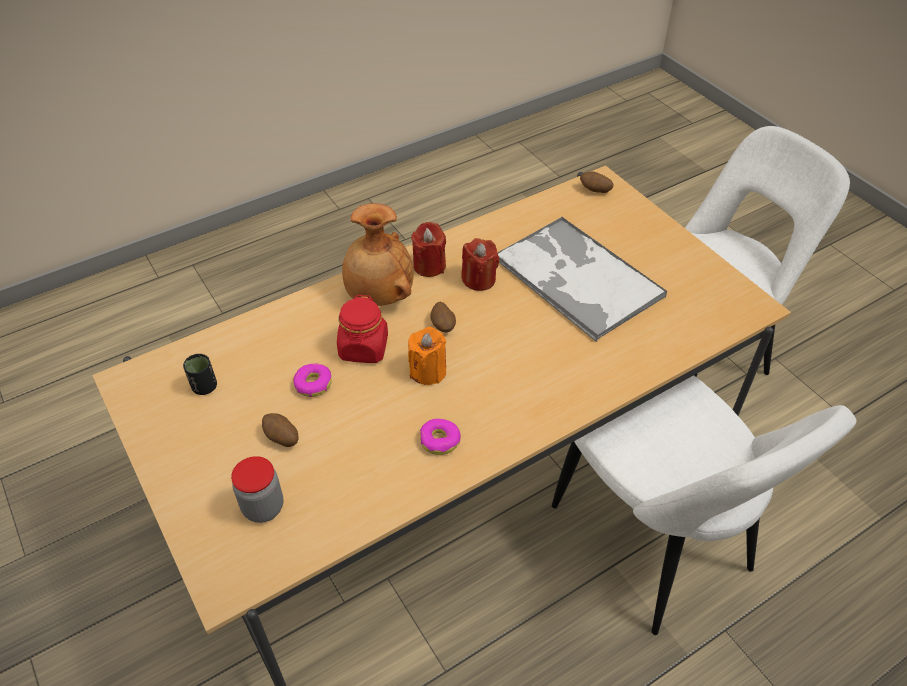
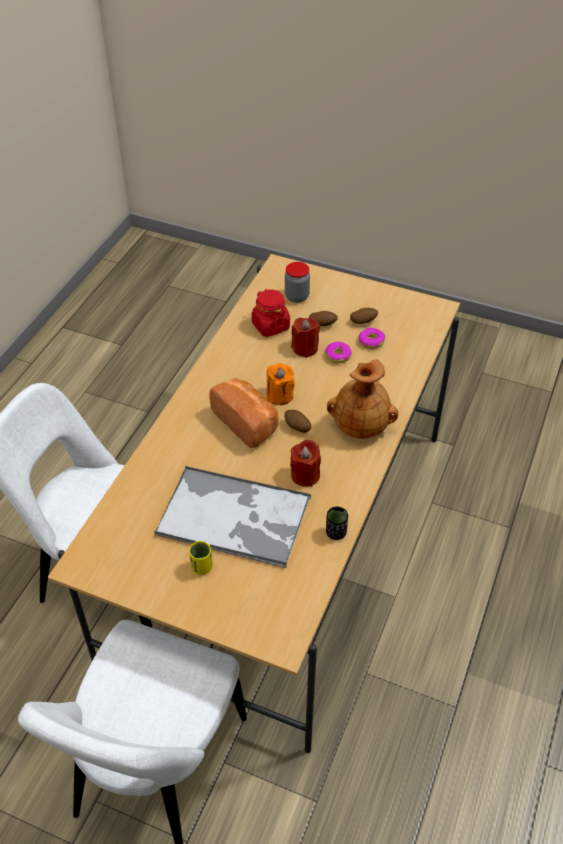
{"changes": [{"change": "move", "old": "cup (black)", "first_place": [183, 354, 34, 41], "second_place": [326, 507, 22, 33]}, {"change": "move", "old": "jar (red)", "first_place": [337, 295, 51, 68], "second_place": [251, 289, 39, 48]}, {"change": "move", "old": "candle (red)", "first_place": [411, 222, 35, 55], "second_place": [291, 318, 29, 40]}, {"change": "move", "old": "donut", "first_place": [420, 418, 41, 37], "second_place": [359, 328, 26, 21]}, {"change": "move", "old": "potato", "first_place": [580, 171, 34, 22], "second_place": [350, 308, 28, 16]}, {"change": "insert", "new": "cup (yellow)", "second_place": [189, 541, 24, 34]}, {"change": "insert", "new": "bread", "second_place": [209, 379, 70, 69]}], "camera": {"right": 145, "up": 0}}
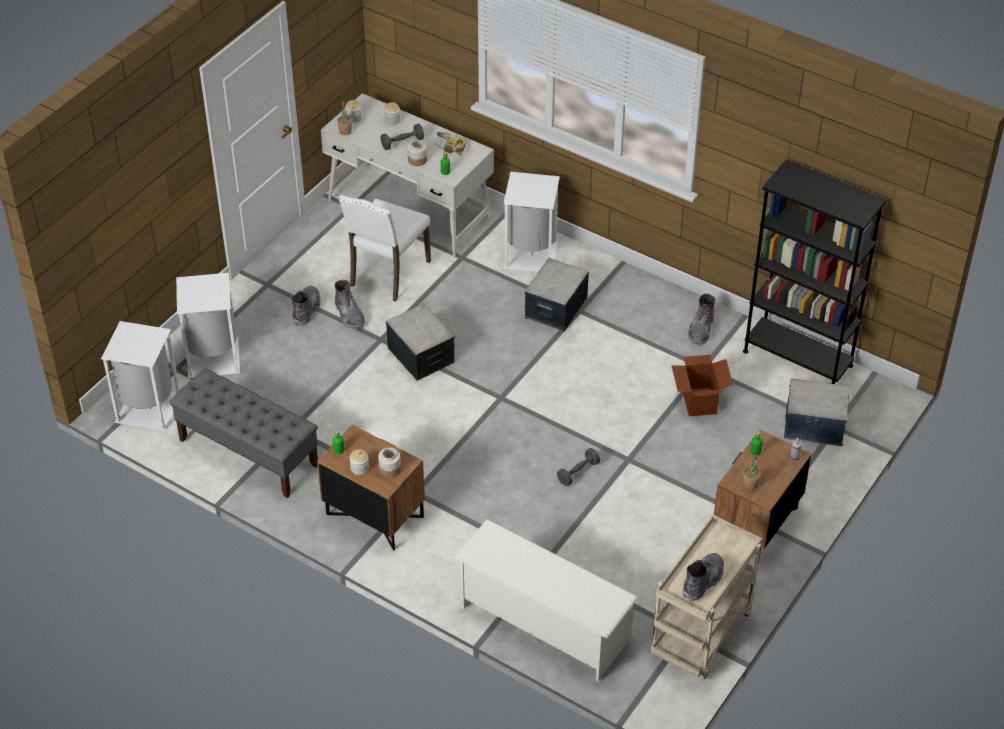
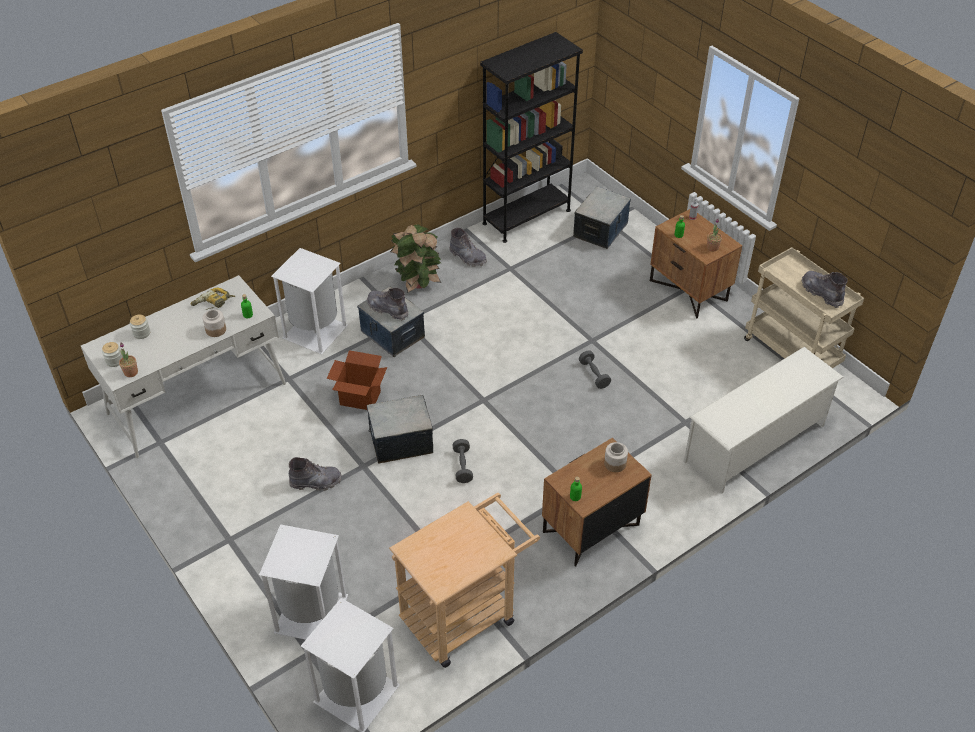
{"changes": [{"change": "replace", "old": "bench (grey)", "new": "cart (beige)", "first_place": [170, 368, 148, 130], "second_place": [389, 493, 151, 175]}, {"change": "move", "old": "boot (grey)", "first_place": [292, 286, 29, 40], "second_place": [367, 288, 42, 33]}, {"change": "delete", "old": "chair (white)", "first_place": [339, 195, 92, 107]}, {"change": "delete", "old": "jar", "first_place": [350, 449, 19, 26]}, {"change": "move", "old": "dumbbell (grey)", "first_place": [381, 124, 43, 26], "second_place": [453, 439, 20, 44]}, {"change": "move", "old": "cardboard box", "first_place": [671, 355, 62, 61], "second_place": [327, 350, 60, 60]}, {"change": "insert", "new": "potted plant", "second_place": [390, 224, 51, 69]}], "camera": {"right": -70, "up": 0}}
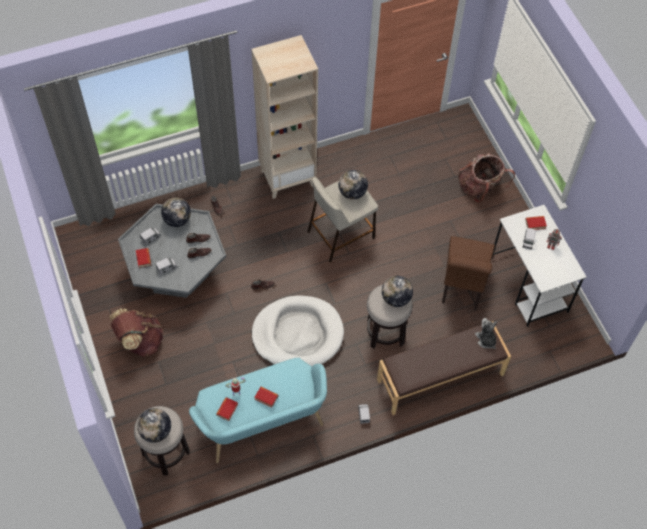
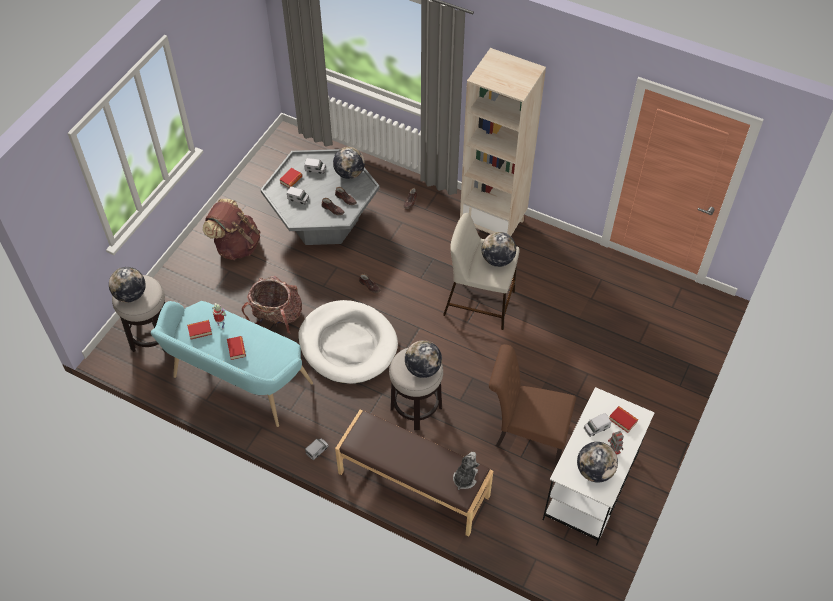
{"changes": [{"change": "rotate", "old": "chair (brown)", "first_place": [442, 236, 53, 74], "second_place": [489, 344, 87, 120], "degrees": 45}, {"change": "move", "old": "backpack", "first_place": [458, 154, 57, 48], "second_place": [242, 276, 60, 58]}, {"change": "insert", "new": "globe", "second_place": [577, 442, 41, 41]}], "camera": {"right": 50, "up": -5}}
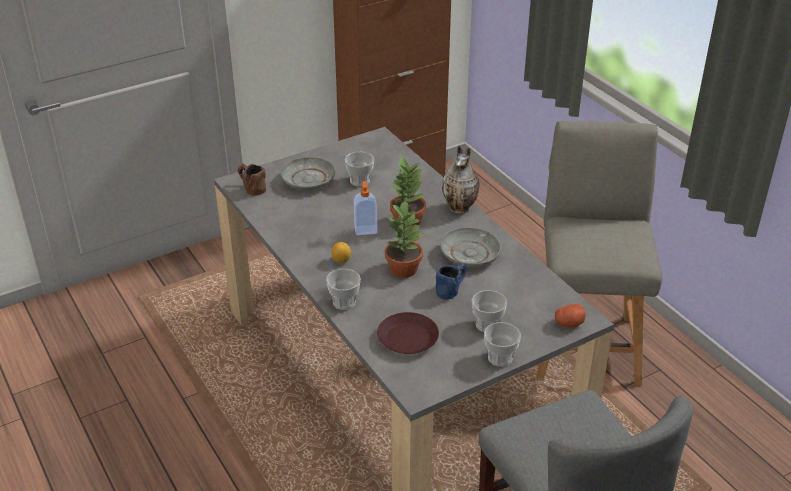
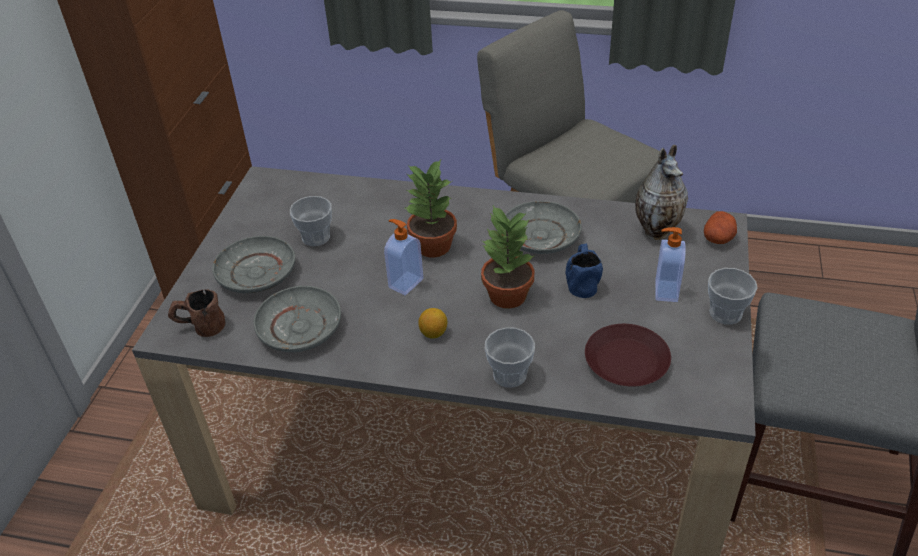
{"changes": [{"change": "move", "old": "vase", "first_place": [442, 145, 38, 69], "second_place": [635, 145, 53, 95]}, {"change": "replace", "old": "cup", "new": "soap dispenser", "first_place": [472, 290, 35, 42], "second_place": [655, 227, 31, 75]}, {"change": "insert", "new": "plate (grey)", "second_place": [253, 286, 88, 66]}], "camera": {"right": -45, "up": 5}}
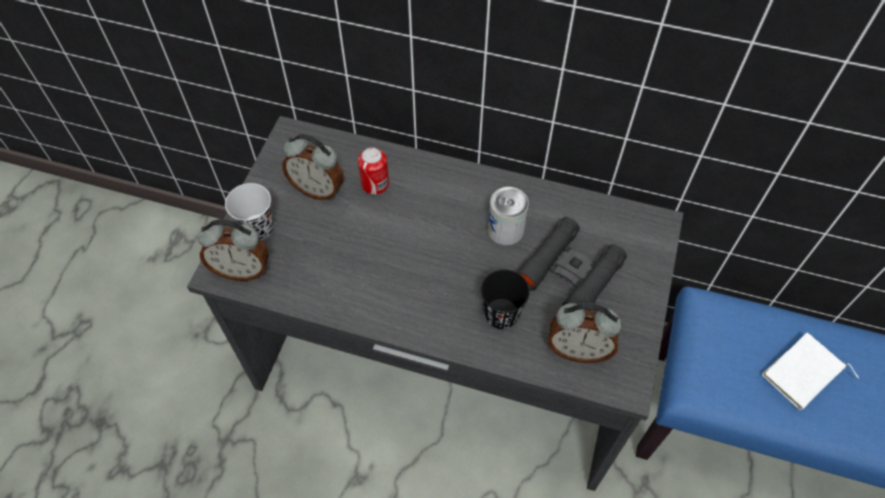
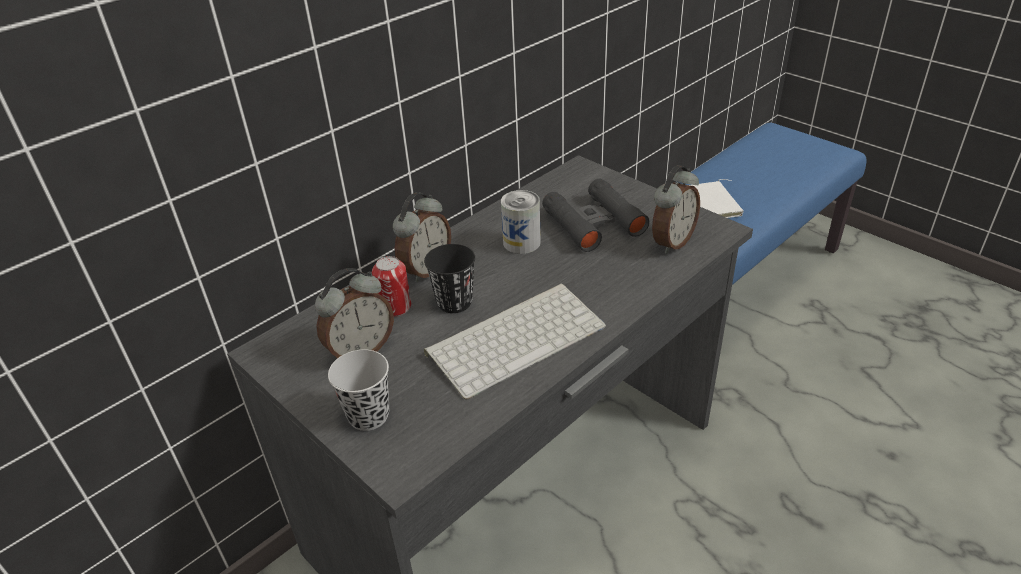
{"changes": [{"change": "move", "old": "alarm clock", "first_place": [198, 219, 71, 62], "second_place": [393, 192, 58, 91]}, {"change": "move", "old": "cup (black)", "first_place": [481, 269, 49, 60], "second_place": [424, 244, 51, 69]}, {"change": "insert", "new": "keyboard", "second_place": [424, 284, 182, 116]}], "camera": {"right": -60, "up": -20}}
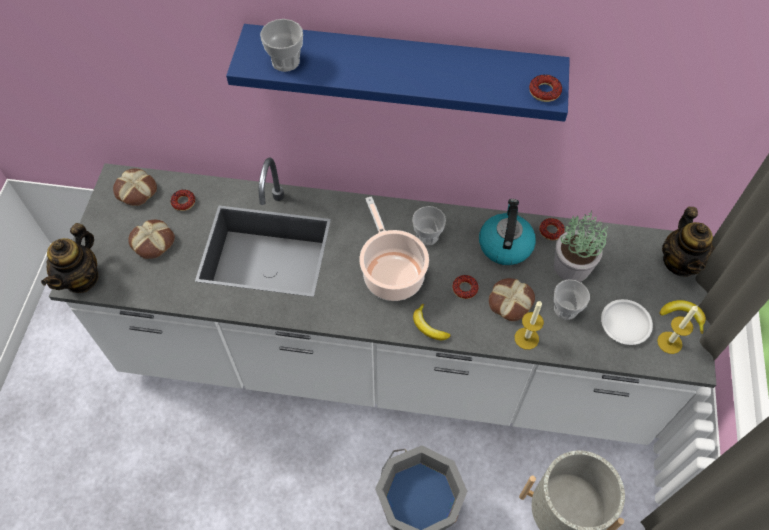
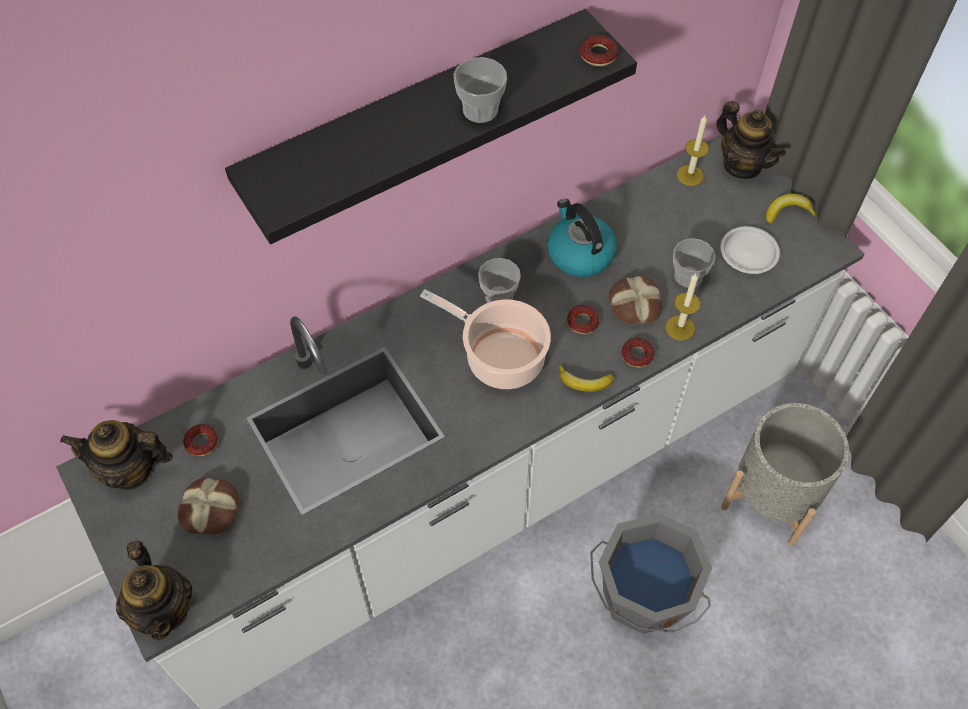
{"changes": [{"change": "replace", "old": "bread", "new": "teapot", "first_place": [113, 168, 44, 38], "second_place": [60, 420, 113, 70]}, {"change": "recolor", "old": "shelf (blue)", "new": "shelf (black)", "first_place": [226, 24, 344, 98], "second_place": [225, 9, 412, 235]}, {"change": "move", "old": "cup", "first_place": [260, 19, 43, 53], "second_place": [454, 57, 53, 66]}, {"change": "move", "old": "donut", "first_place": [539, 218, 26, 22], "second_place": [622, 338, 32, 30]}, {"change": "delete", "old": "potted plant", "first_place": [554, 210, 54, 72]}, {"change": "move", "old": "candle", "first_place": [657, 305, 41, 49], "second_place": [677, 115, 32, 71]}], "camera": {"right": -40, "up": 0}}
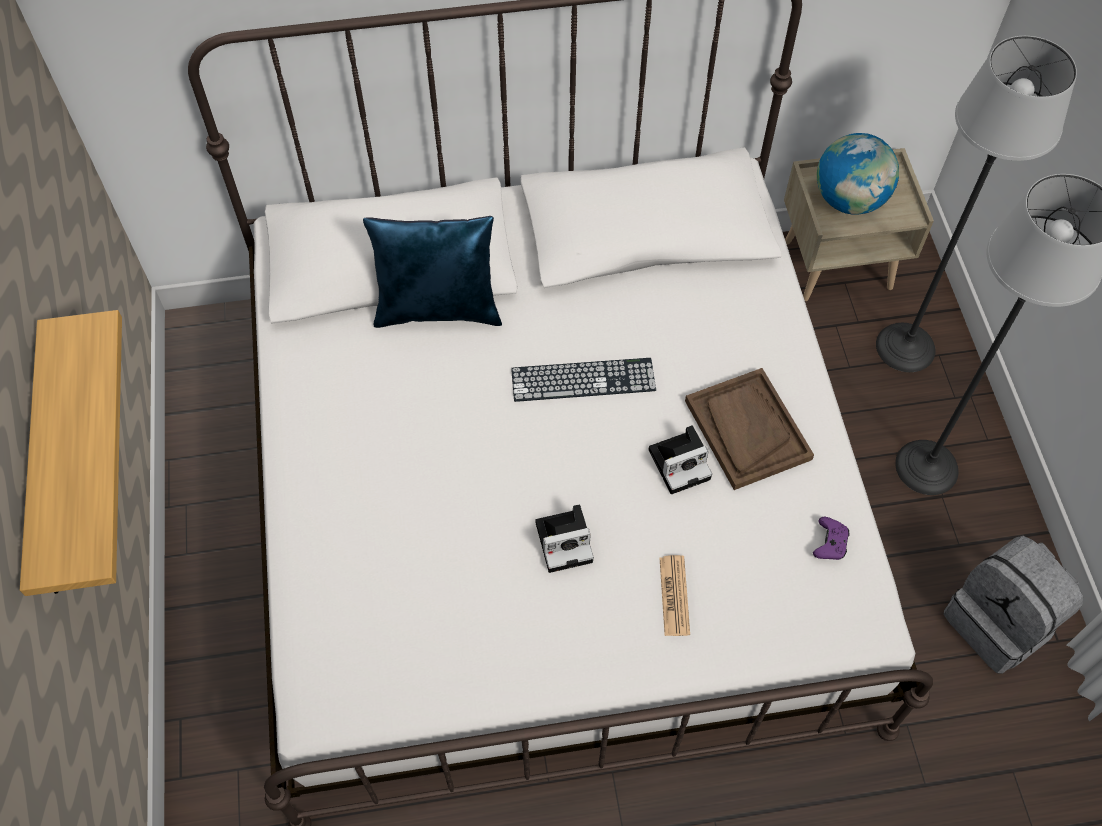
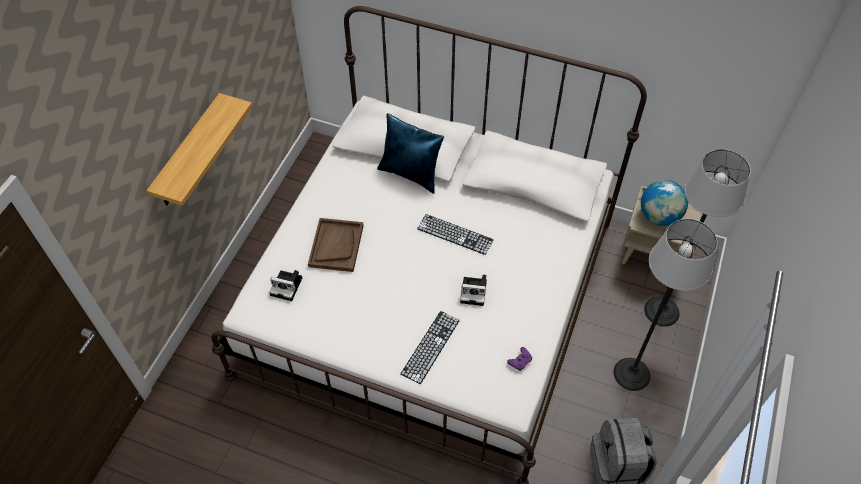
{"changes": [{"change": "move", "old": "photo camera", "first_place": [535, 504, 59, 69], "second_place": [269, 270, 33, 31]}, {"change": "replace", "old": "newspaper", "new": "keyboard", "first_place": [660, 555, 30, 81], "second_place": [401, 311, 59, 74]}, {"change": "move", "old": "tray (brown)", "first_place": [685, 368, 129, 122], "second_place": [308, 218, 56, 54]}], "camera": {"right": 30, "up": -5}}
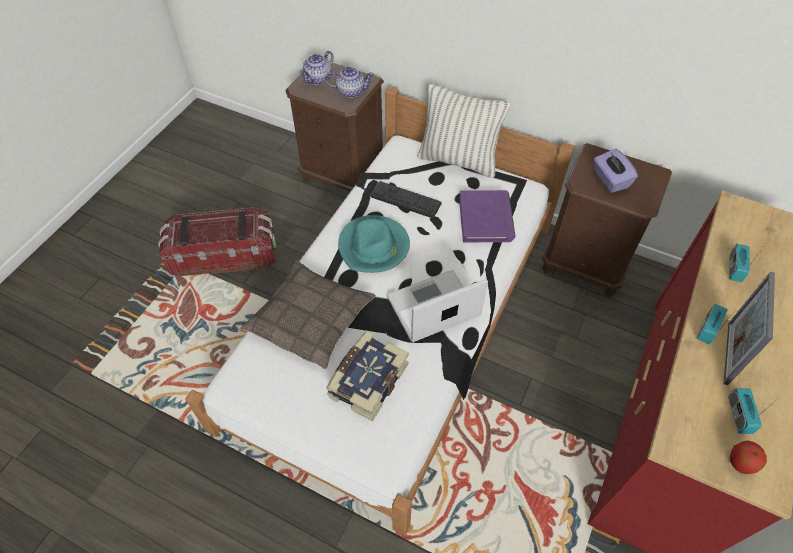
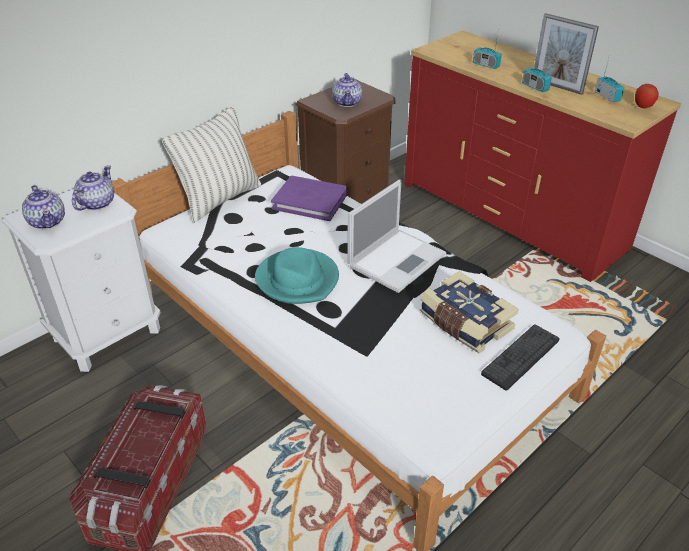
{"changes": [{"change": "delete", "old": "pillow", "first_place": [241, 260, 135, 110]}, {"change": "recolor", "old": "nightstand (brown)", "new": "nightstand (white)", "first_place": [286, 63, 98, 129], "second_place": [2, 189, 159, 183]}, {"change": "move", "old": "keyboard", "first_place": [371, 181, 71, 37], "second_place": [481, 324, 79, 67]}, {"change": "rotate", "old": "laptop", "first_place": [387, 270, 101, 72], "second_place": [348, 180, 98, 113], "degrees": -135}, {"change": "replace", "old": "tissue box (purple)", "new": "teapot", "first_place": [594, 148, 44, 45], "second_place": [332, 73, 30, 34]}, {"change": "rotate", "old": "radio", "first_place": [728, 388, 47, 46], "second_place": [595, 54, 29, 49], "degrees": -135}], "camera": {"right": -70, "up": -15}}
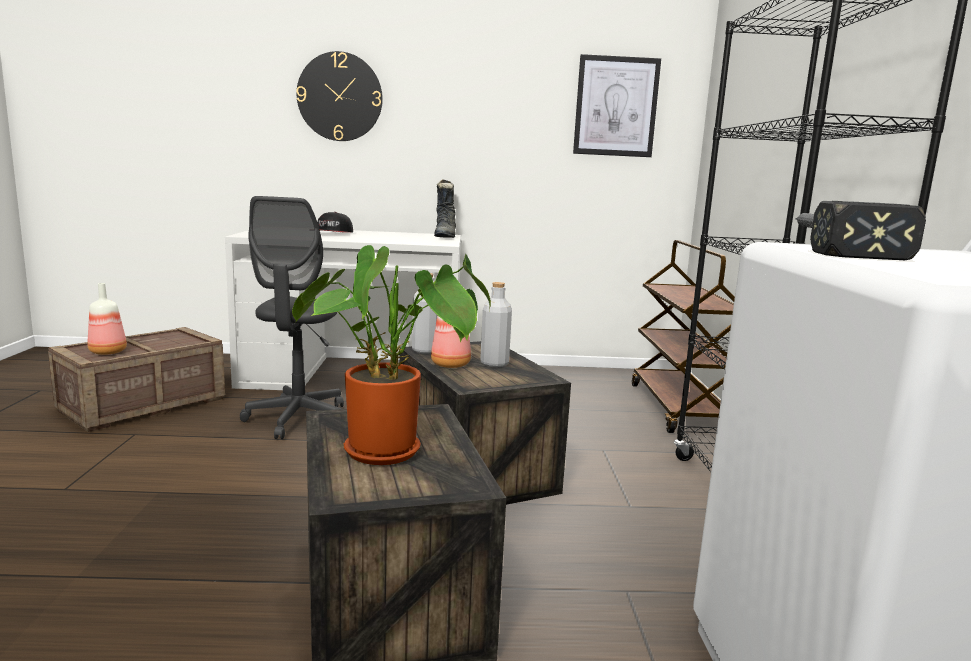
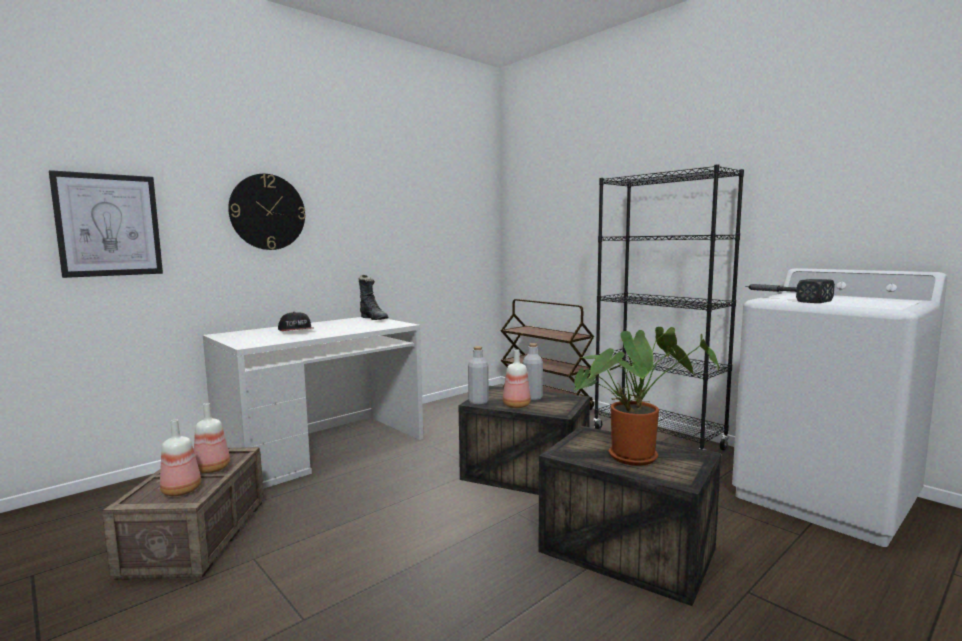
{"changes": [{"change": "delete", "old": "office chair (grey)", "first_place": [240, 196, 104, 243]}, {"change": "move", "old": "picture", "first_place": [573, 54, 88, 103], "second_place": [49, 170, 114, 108]}, {"change": "insert", "new": "bottle", "second_place": [194, 403, 36, 70]}], "camera": {"right": -40, "up": -5}}
